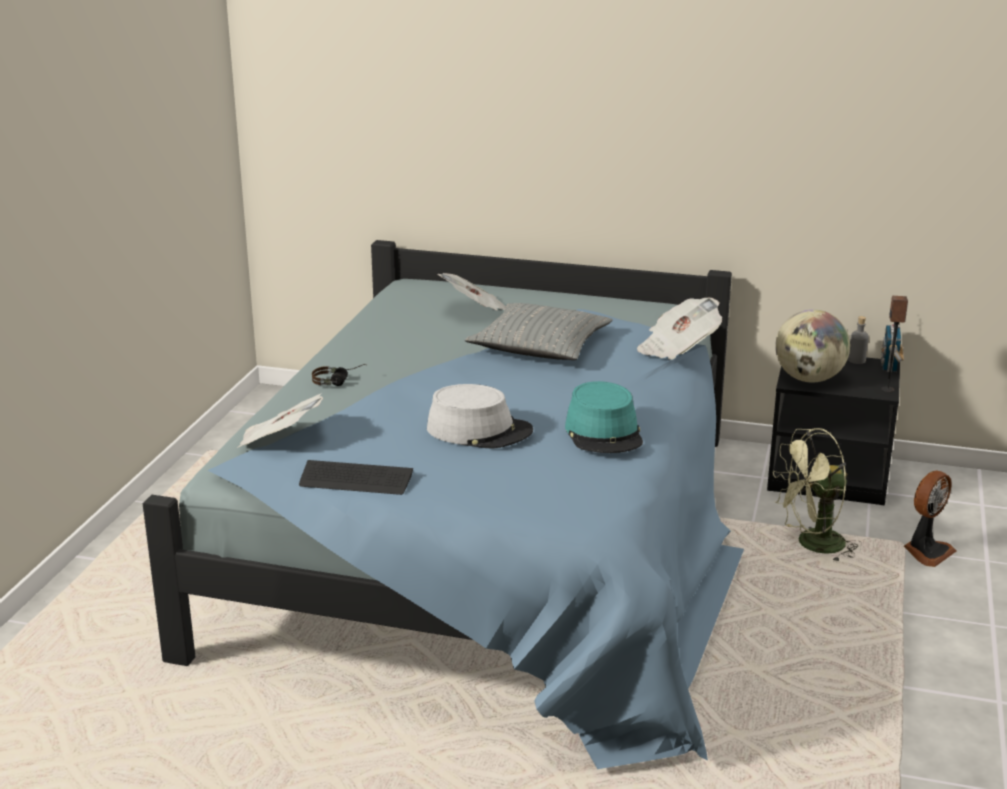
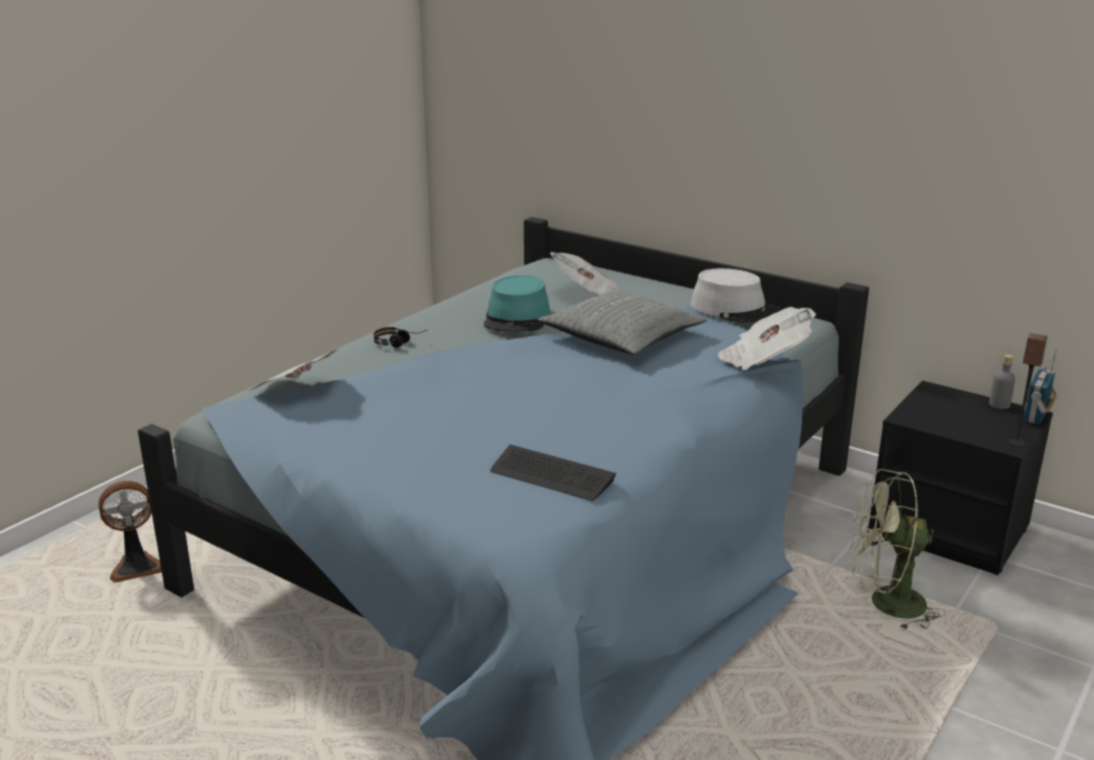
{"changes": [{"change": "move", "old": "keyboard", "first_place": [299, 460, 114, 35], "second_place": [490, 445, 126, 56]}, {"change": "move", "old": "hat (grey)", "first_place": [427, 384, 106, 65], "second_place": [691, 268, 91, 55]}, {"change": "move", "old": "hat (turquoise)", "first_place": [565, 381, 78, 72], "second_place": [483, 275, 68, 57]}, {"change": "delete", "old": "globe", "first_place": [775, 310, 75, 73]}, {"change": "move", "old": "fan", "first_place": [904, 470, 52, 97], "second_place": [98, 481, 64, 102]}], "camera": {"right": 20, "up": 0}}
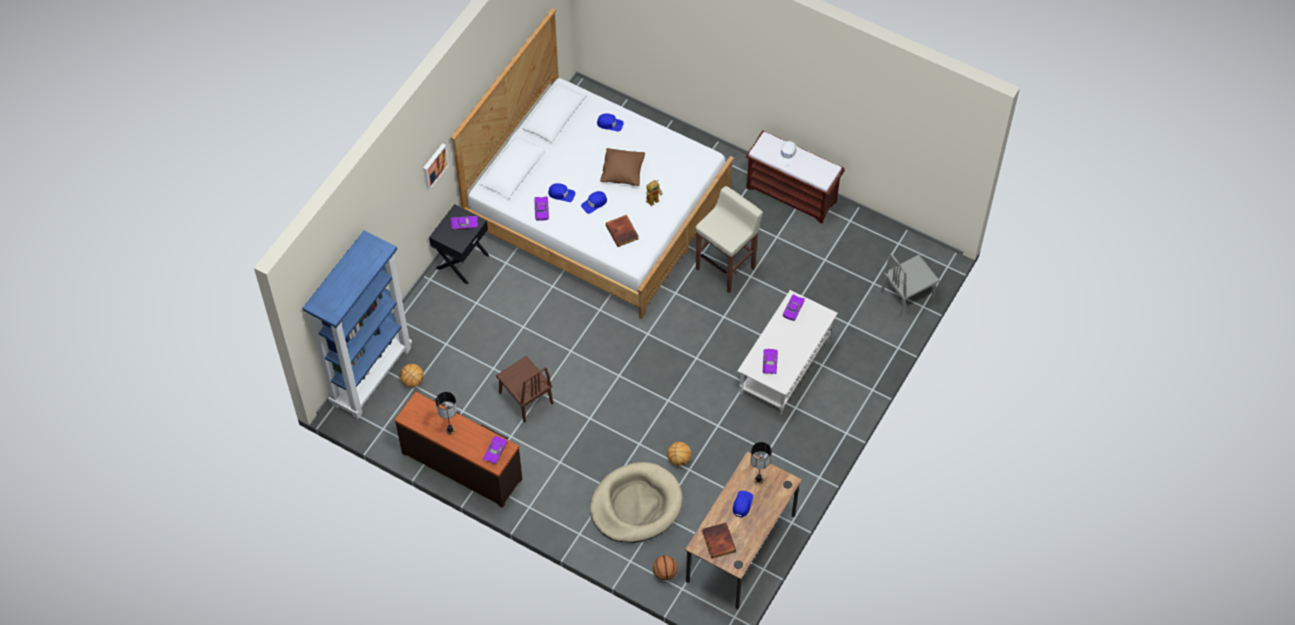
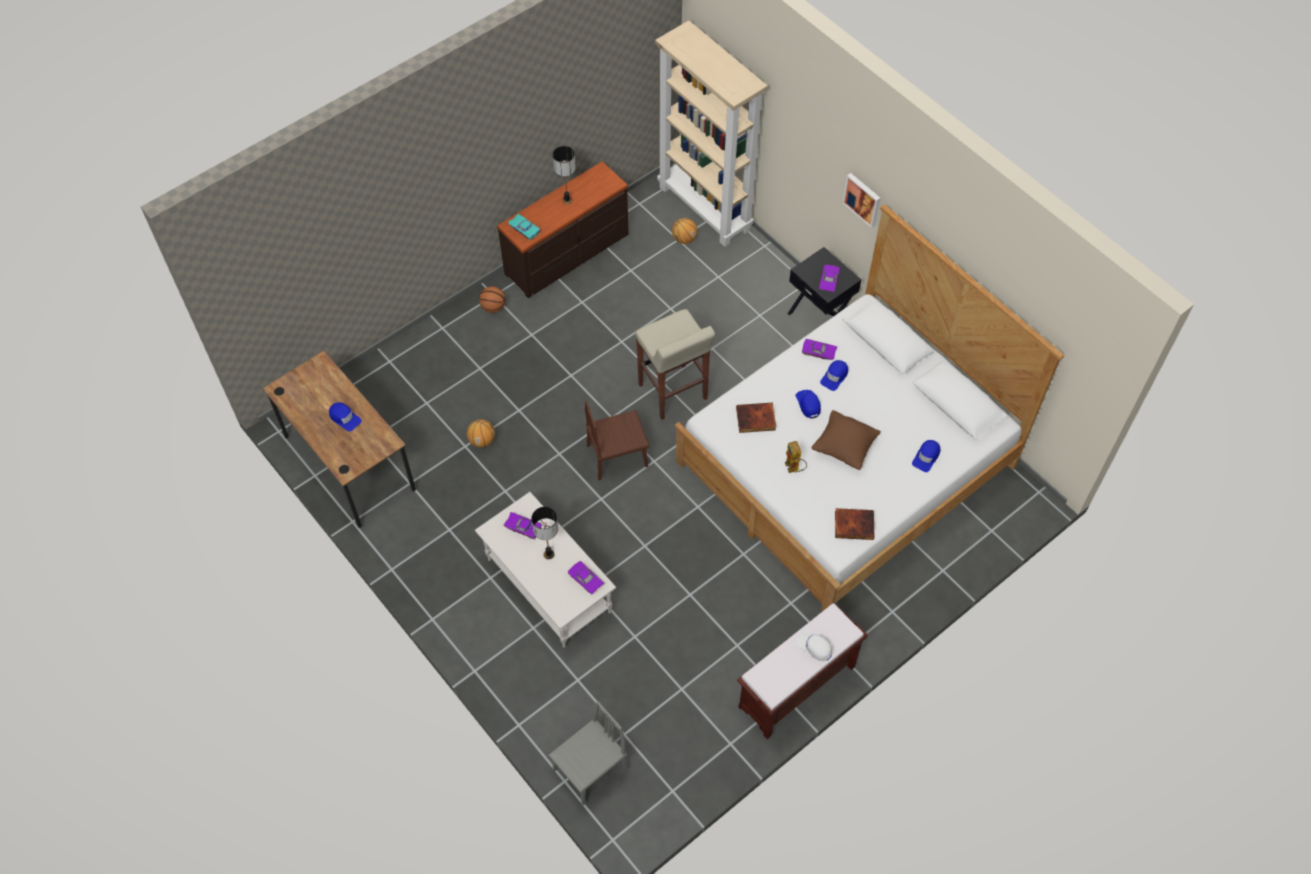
{"changes": [{"change": "recolor", "old": "bookcase (blue)", "new": "bookcase (beige)", "first_place": [302, 230, 110, 189], "second_place": [655, 20, 113, 227]}, {"change": "recolor", "old": "toy car (purple)", "new": "toy car (turquoise)", "first_place": [483, 436, 24, 28], "second_place": [508, 214, 32, 26]}, {"change": "move", "old": "chair (brown)", "first_place": [496, 356, 57, 67], "second_place": [585, 401, 65, 79]}, {"change": "delete", "old": "dog bed (beige)", "first_place": [590, 462, 93, 81]}, {"change": "move", "old": "basketball", "first_place": [653, 556, 25, 25], "second_place": [479, 286, 27, 27]}, {"change": "move", "old": "stool (beige)", "first_place": [695, 186, 68, 107], "second_place": [635, 309, 80, 111]}, {"change": "move", "old": "book", "first_place": [702, 523, 34, 36], "second_place": [835, 508, 39, 32]}, {"change": "move", "old": "table lamp", "first_place": [750, 442, 22, 43], "second_place": [531, 507, 27, 52]}, {"change": "rotate", "old": "chair (grey)", "first_place": [881, 253, 59, 63], "second_place": [549, 701, 79, 104], "degrees": 60}], "camera": {"right": 110, "up": 0}}
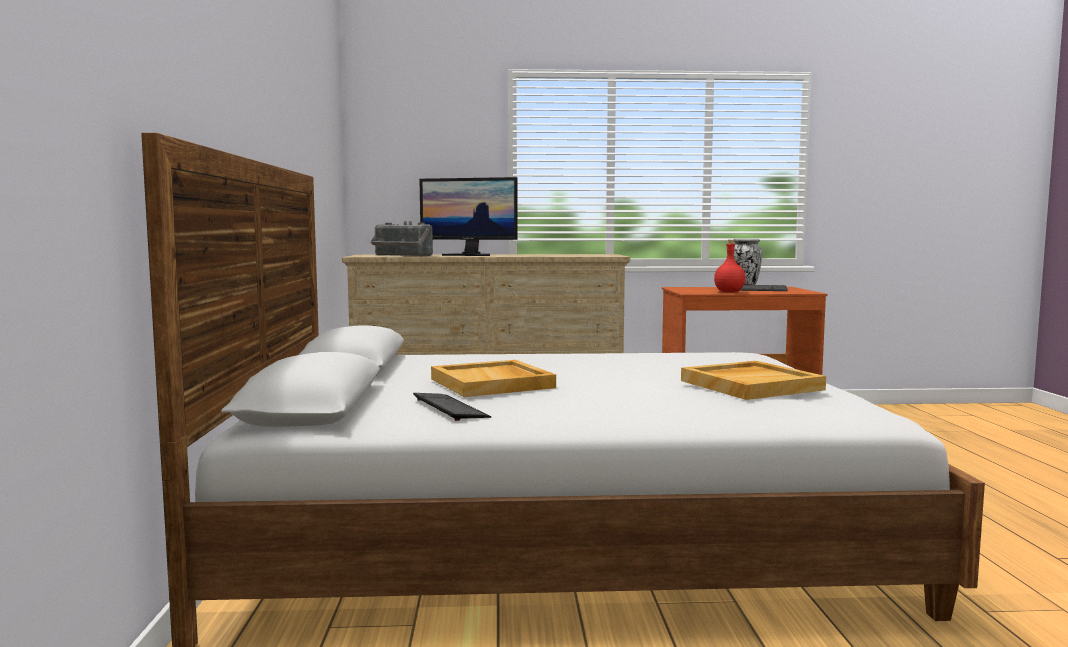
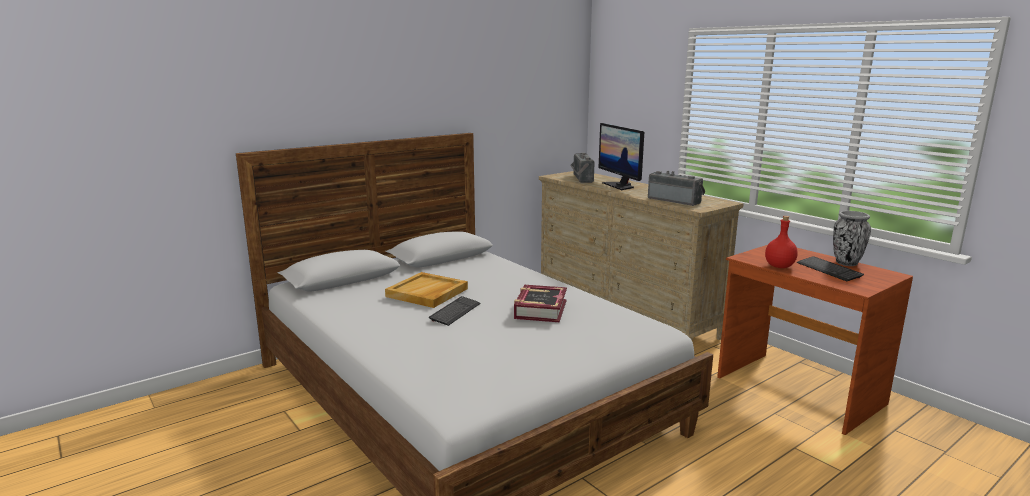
{"changes": [{"change": "move", "old": "keyboard", "first_place": [413, 393, 78, 28], "second_place": [429, 296, 52, 30]}, {"change": "delete", "old": "tray (beige)", "first_place": [681, 361, 145, 39]}, {"change": "insert", "new": "book", "second_place": [514, 285, 53, 37]}, {"change": "insert", "new": "radio", "second_place": [648, 171, 57, 35]}], "camera": {"right": 55, "up": 10}}
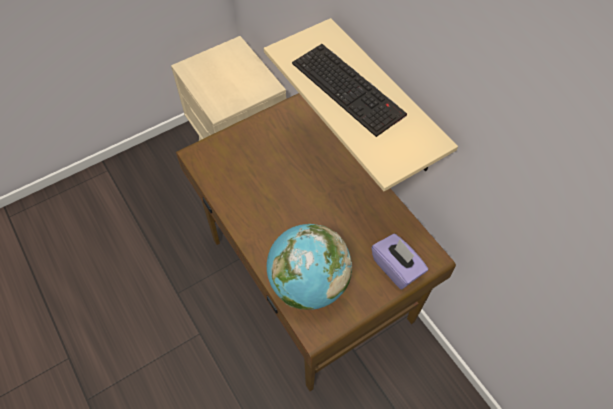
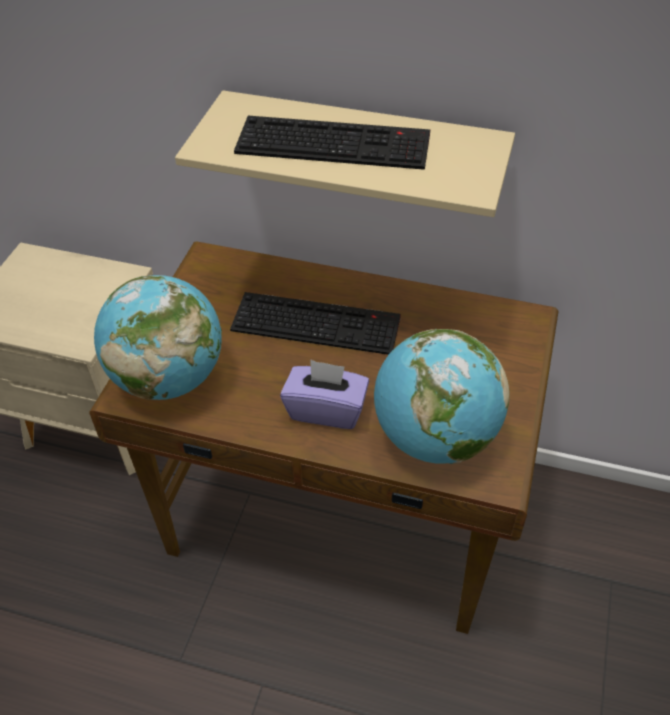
{"changes": [{"change": "move", "old": "tissue box (purple)", "first_place": [372, 234, 56, 55], "second_place": [280, 359, 89, 70]}, {"change": "insert", "new": "globe", "second_place": [94, 275, 128, 125]}, {"change": "insert", "new": "keyboard", "second_place": [230, 292, 171, 63]}], "camera": {"right": -40, "up": -10}}
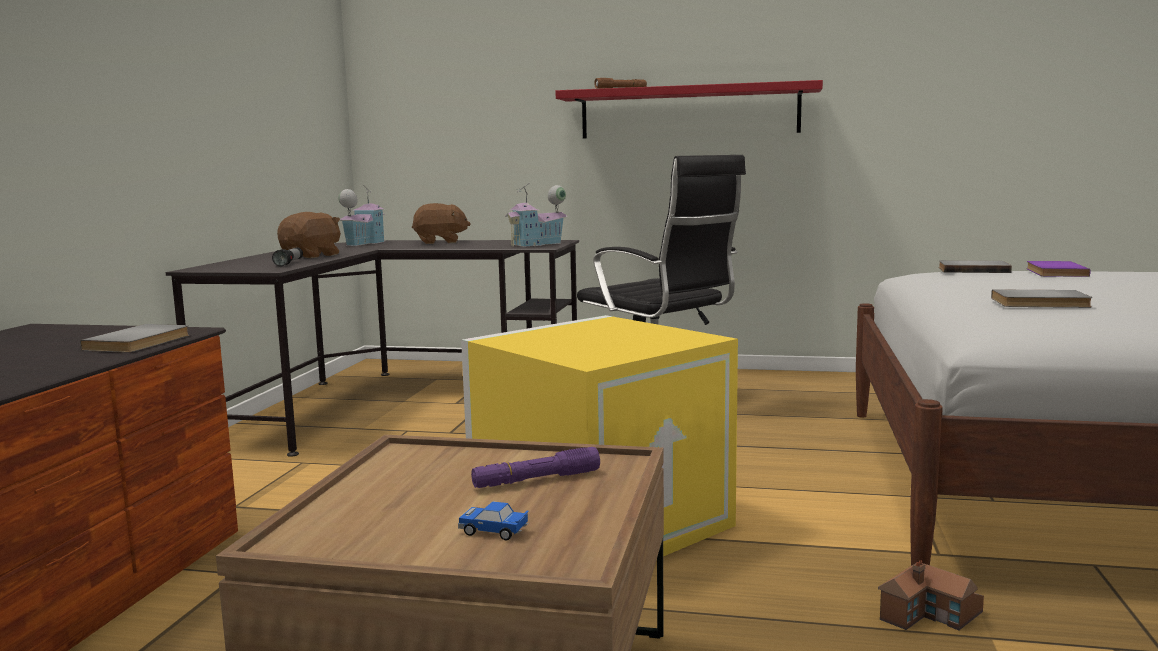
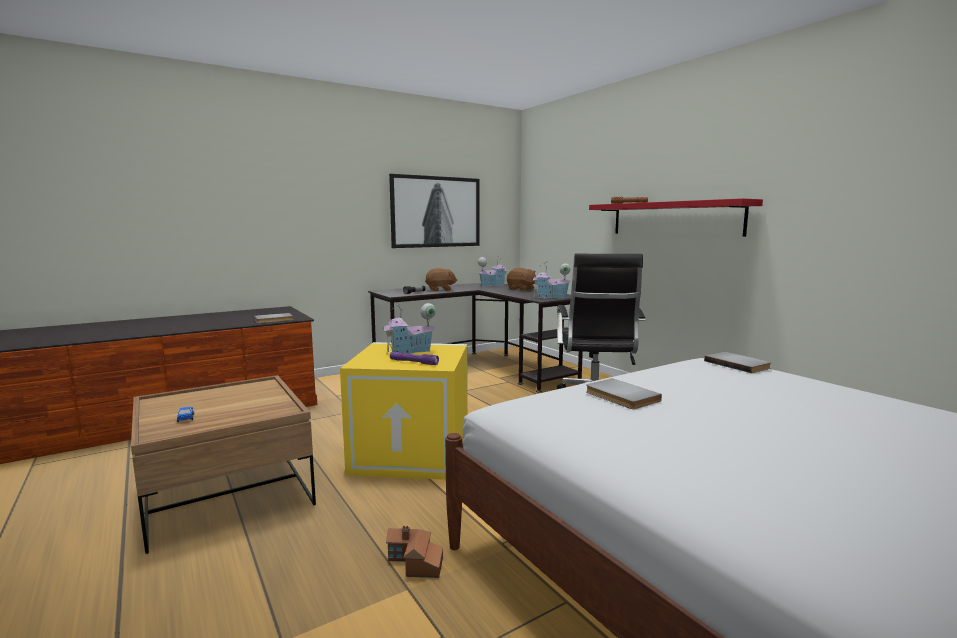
{"changes": [{"change": "move", "old": "flashlight (purple)", "first_place": [471, 447, 129, 41], "second_place": [390, 352, 49, 13]}, {"change": "delete", "old": "book (purple)", "first_place": [1026, 261, 64, 16]}, {"change": "insert", "new": "toy house", "second_place": [383, 302, 53, 52]}, {"change": "insert", "new": "picture", "second_place": [389, 174, 91, 74]}], "camera": {"right": 45, "up": 0}}
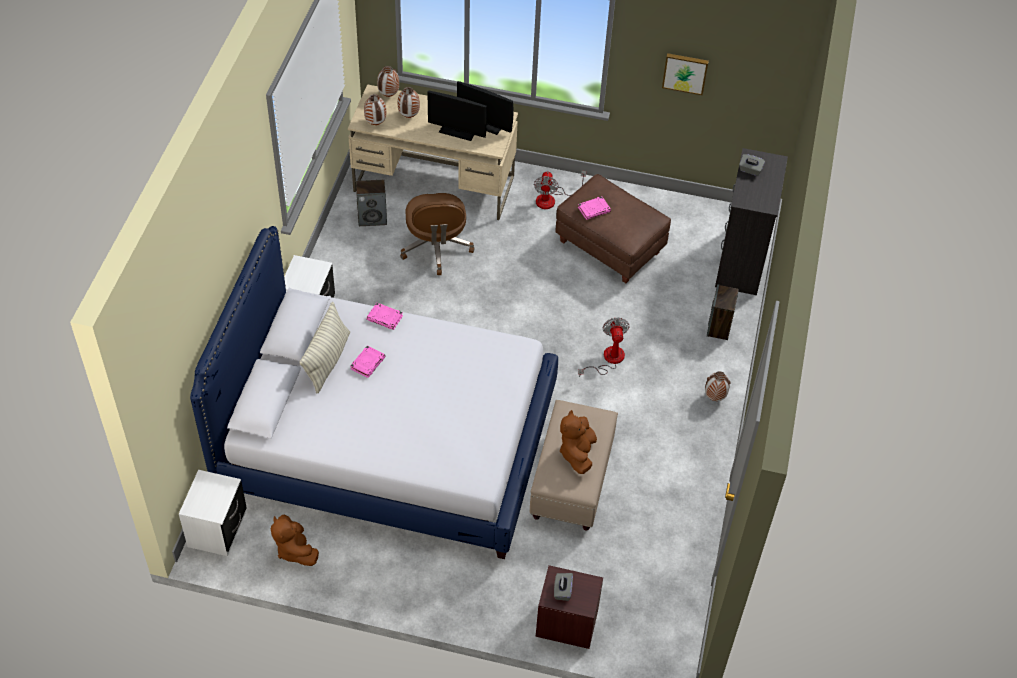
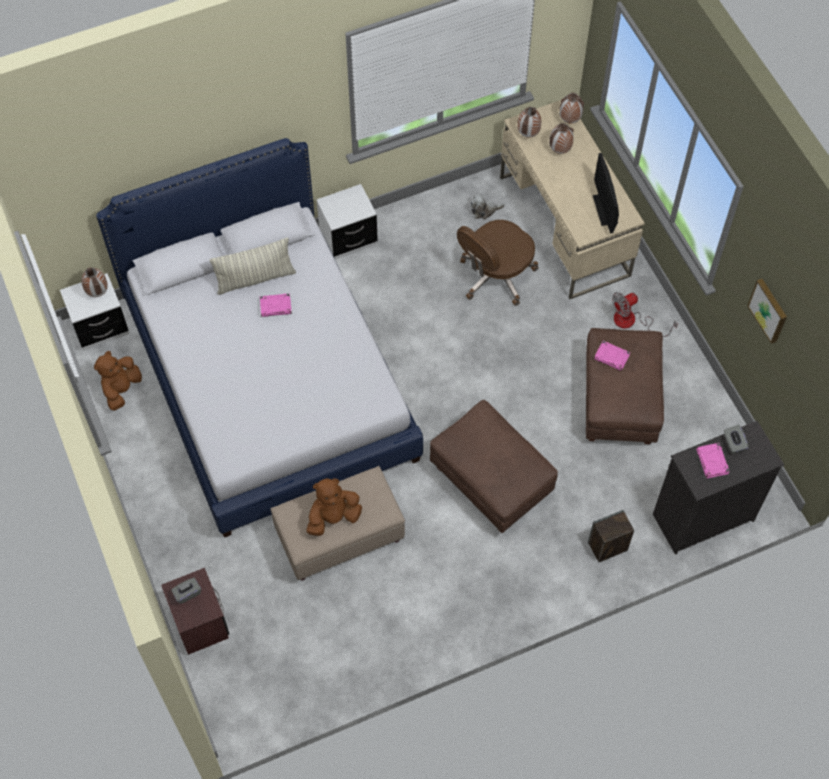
{"changes": [{"change": "replace", "old": "speaker", "new": "plush toy", "first_place": [356, 180, 31, 46], "second_place": [470, 194, 35, 25]}, {"change": "move", "old": "book (pink)", "first_place": [367, 303, 36, 27], "second_place": [696, 443, 34, 35]}, {"change": "delete", "old": "monitor", "first_place": [427, 91, 60, 50]}, {"change": "replace", "old": "fan", "new": "ottoman (brown)", "first_place": [578, 317, 52, 60], "second_place": [430, 400, 128, 133]}, {"change": "move", "old": "vase", "first_place": [705, 371, 26, 30], "second_place": [81, 267, 27, 30]}], "camera": {"right": 55, "up": 10}}
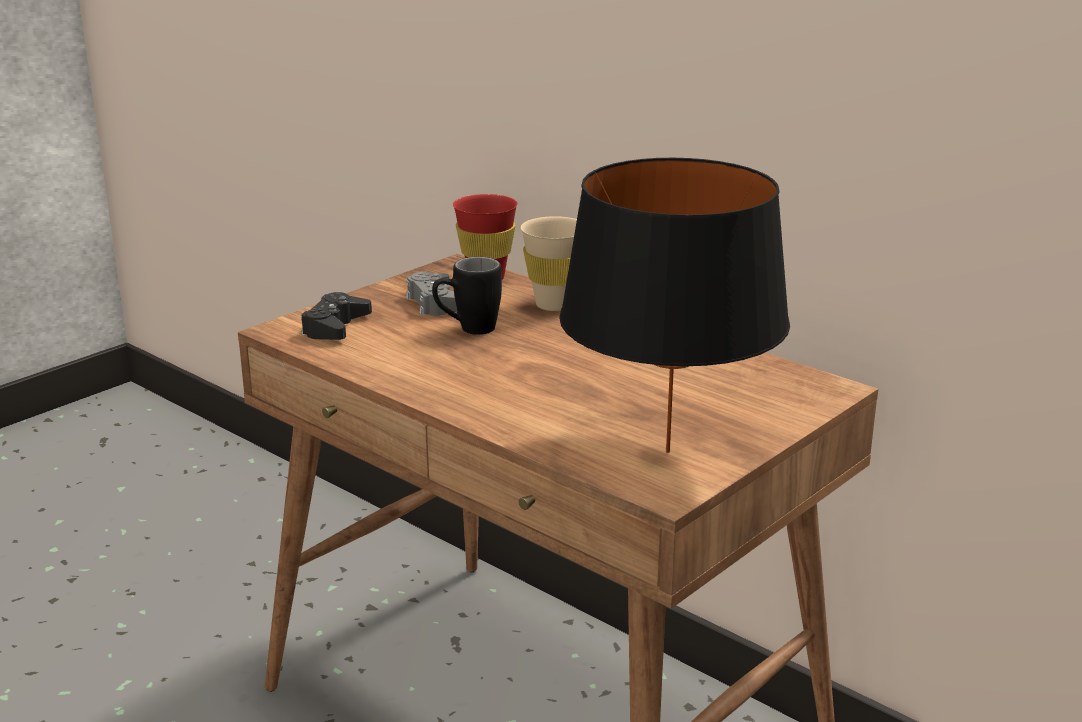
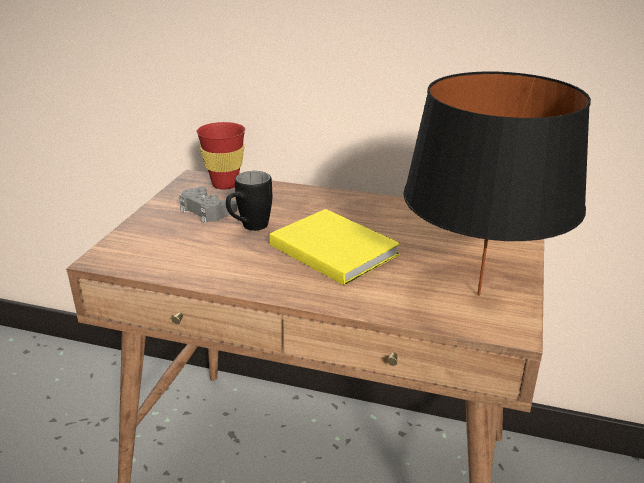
{"changes": [{"change": "delete", "old": "game controller (black)", "first_place": [301, 292, 71, 48]}, {"change": "delete", "old": "cup (beige)", "first_place": [521, 216, 56, 95]}, {"change": "insert", "new": "book (yellow)", "second_place": [270, 209, 130, 76]}], "camera": {"right": -25, "up": 5}}
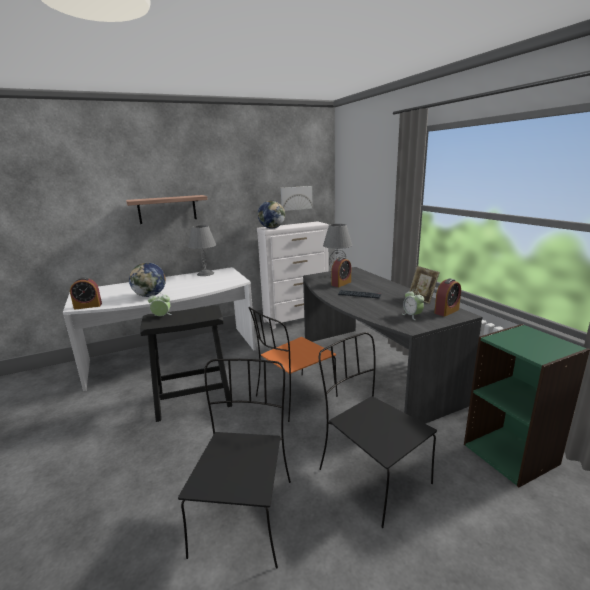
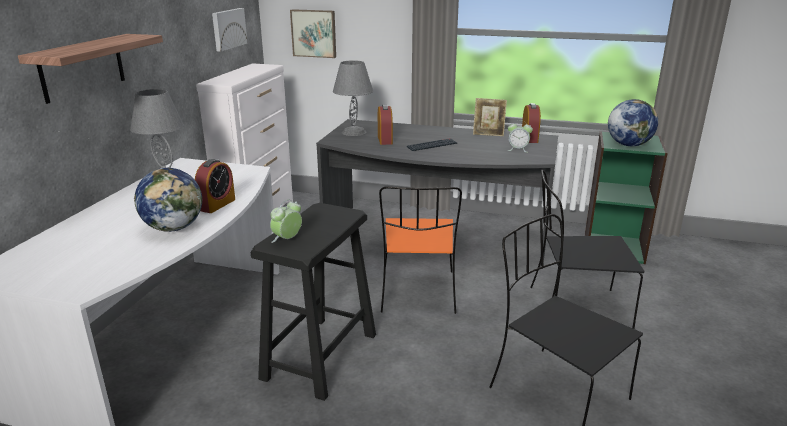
{"changes": [{"change": "move", "old": "alarm clock", "first_place": [70, 277, 32, 33], "second_place": [195, 159, 40, 54]}, {"change": "move", "old": "globe", "first_place": [258, 200, 27, 28], "second_place": [608, 99, 50, 47]}, {"change": "insert", "new": "picture", "second_place": [290, 9, 46, 49]}], "camera": {"right": -50, "up": 5}}
